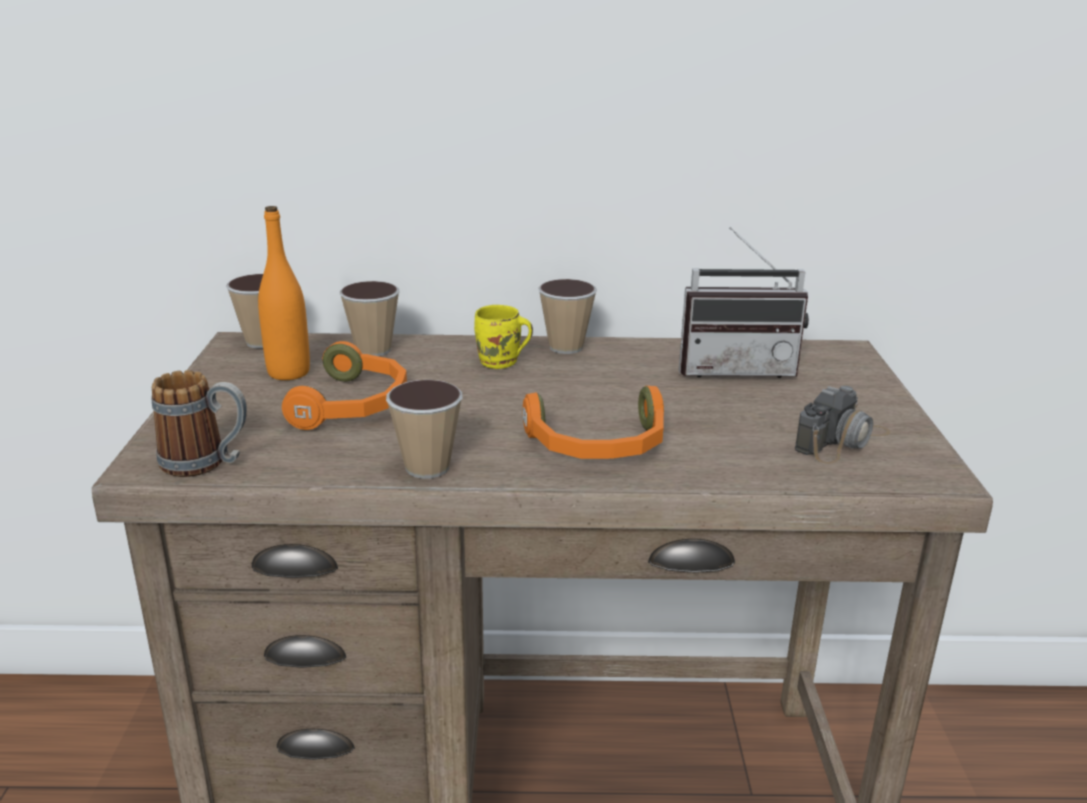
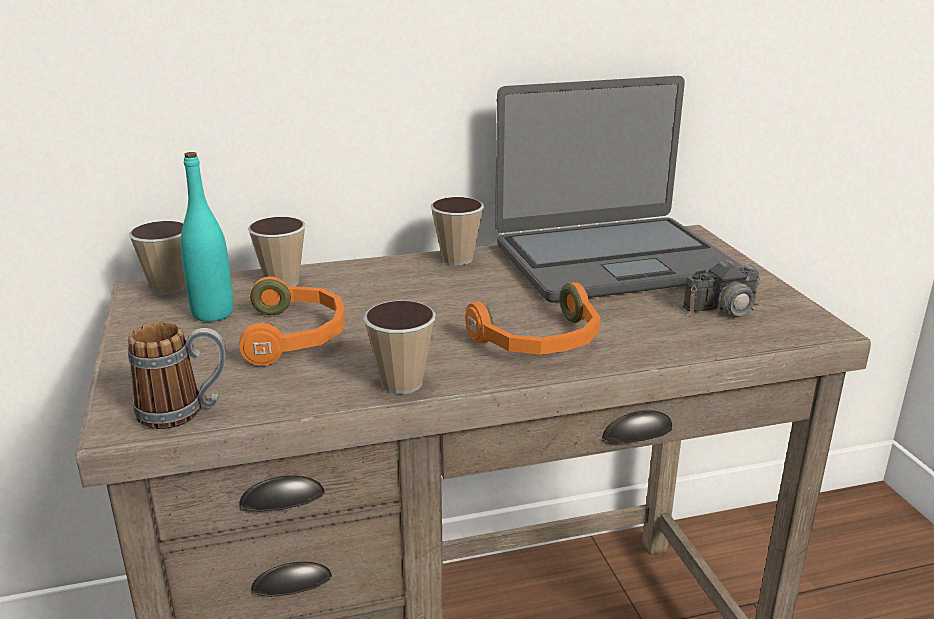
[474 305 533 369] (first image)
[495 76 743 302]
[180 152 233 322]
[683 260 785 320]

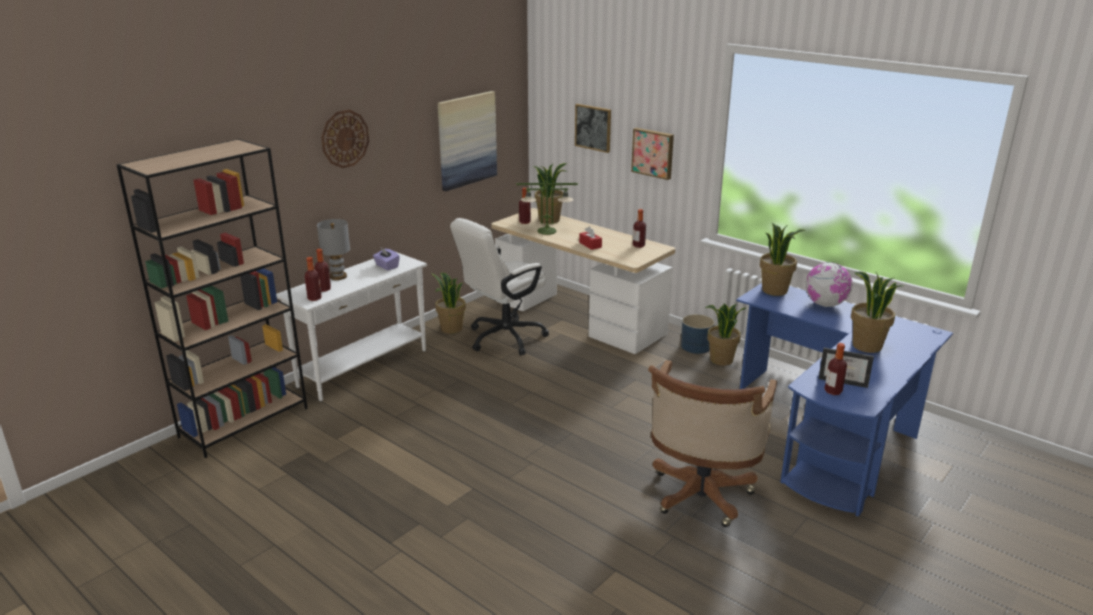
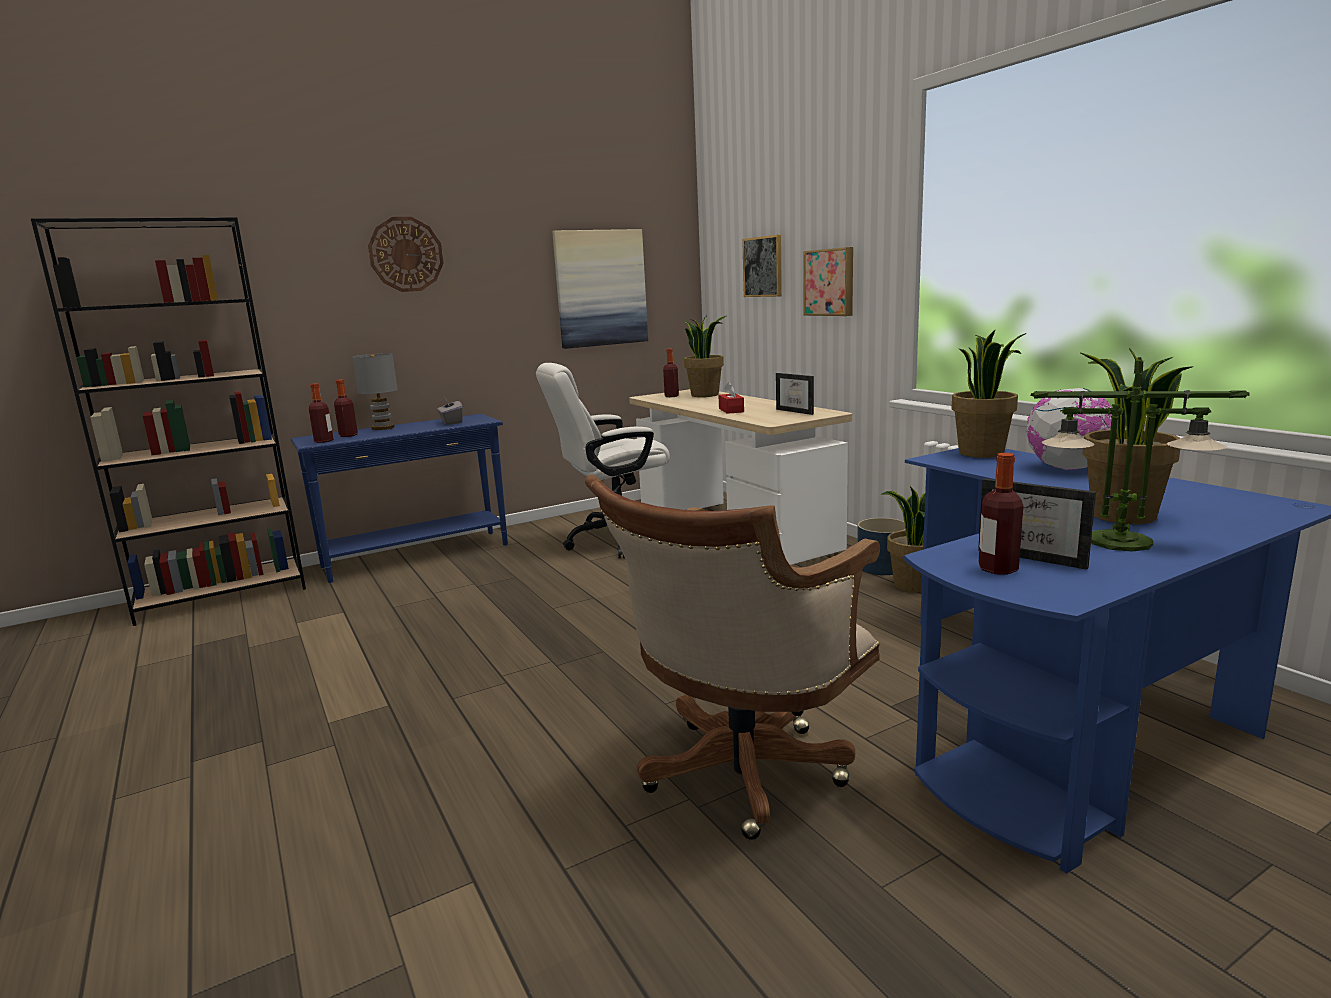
[432 273 466 334] (first image)
[1031 357 1250 552]
[776 373 814 415]
[291 414 508 584]
[437 396 463 425]

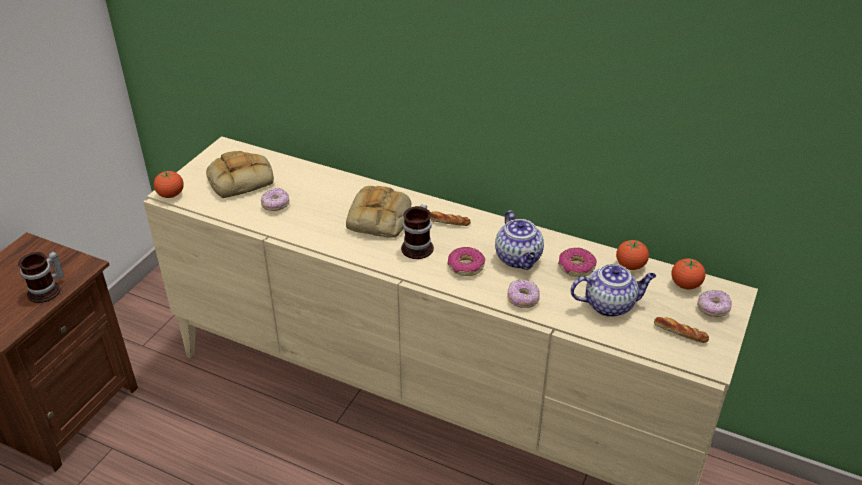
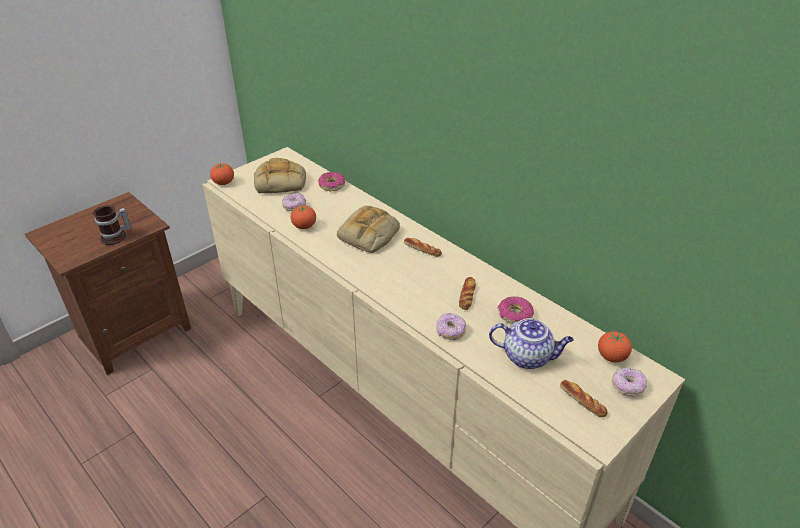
[401 205 434 259] (first image)
[318 172 345 191]
[291 205 316 229]
[459 277 476 310]

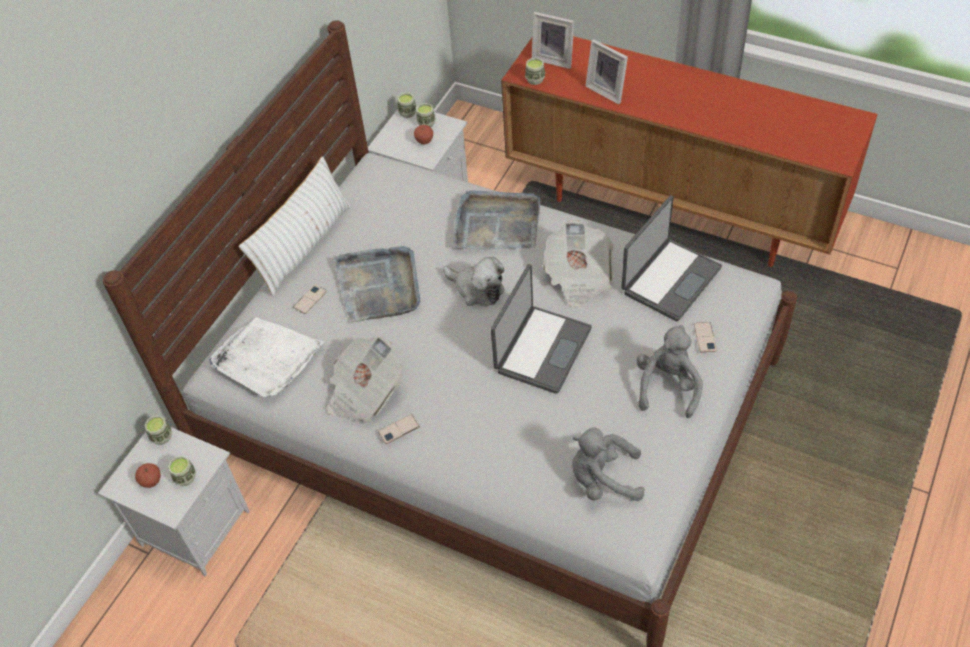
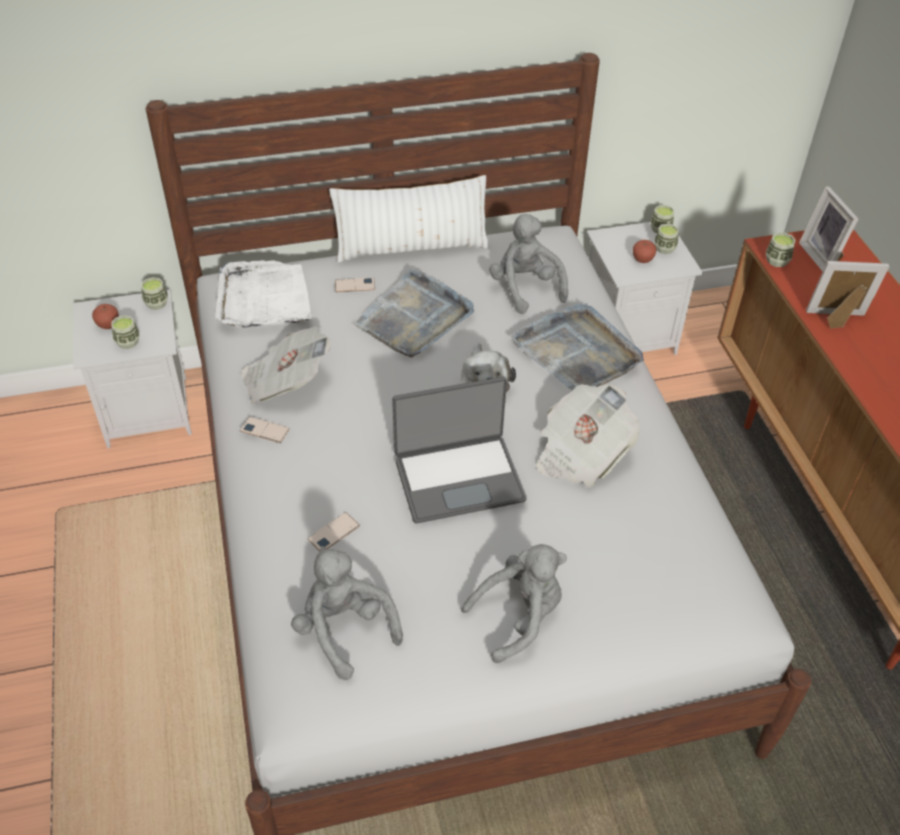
[621 195 722 321] (first image)
[489 214 568 314]
[307 512 360 551]
[806 261 889 329]

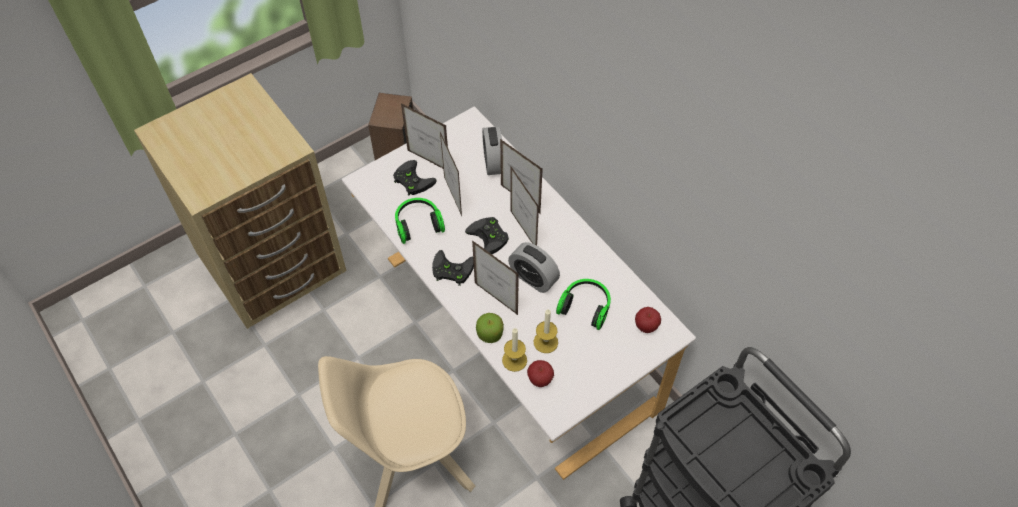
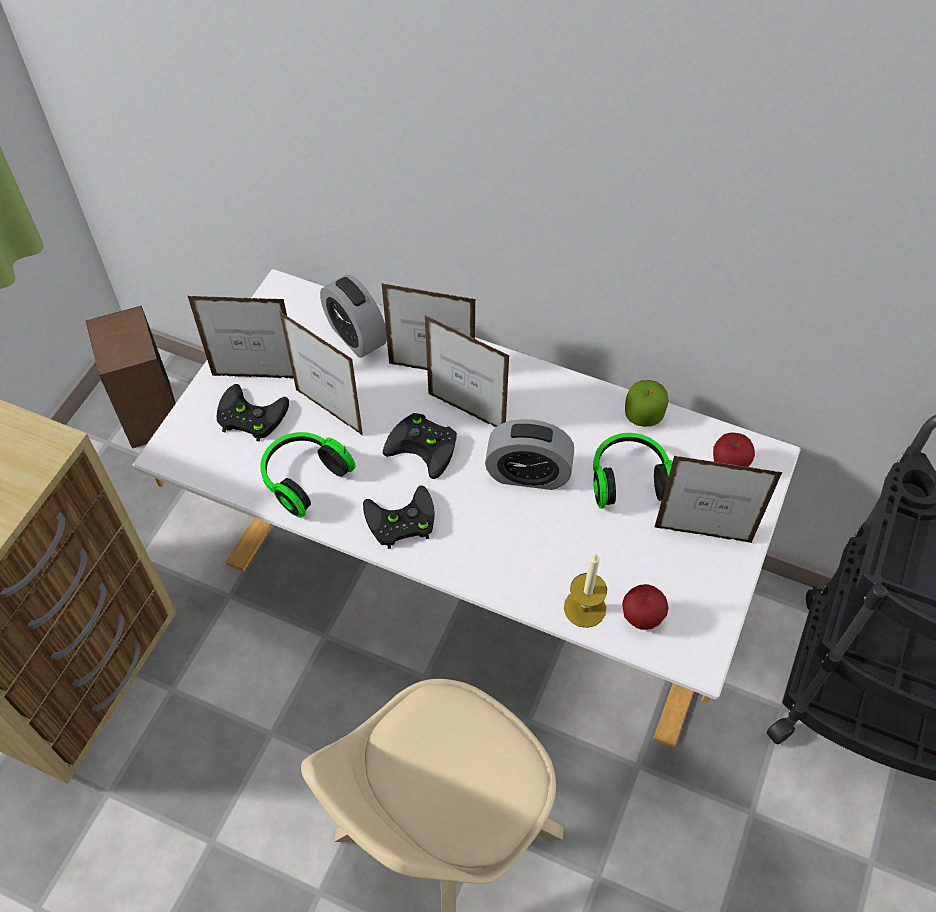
[533 309 558 353] (first image)
[655 456 783 543]
[625 380 669 427]

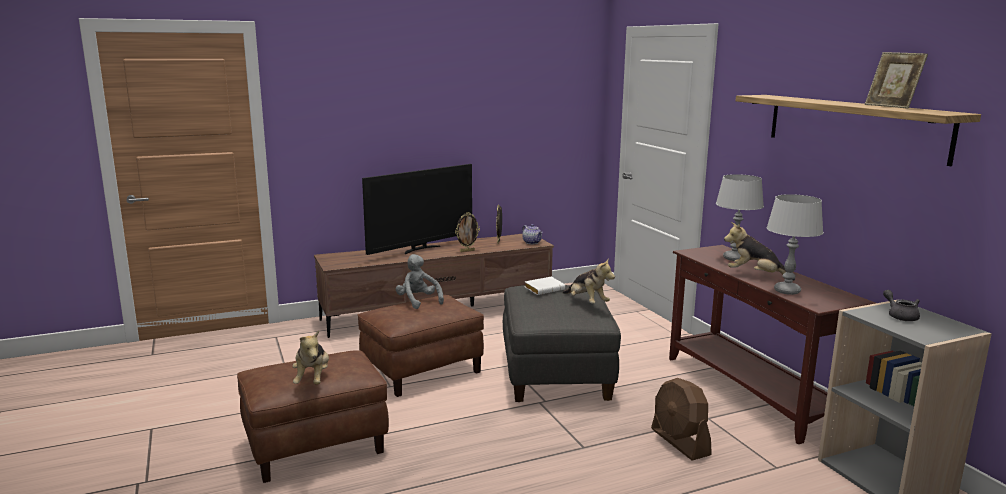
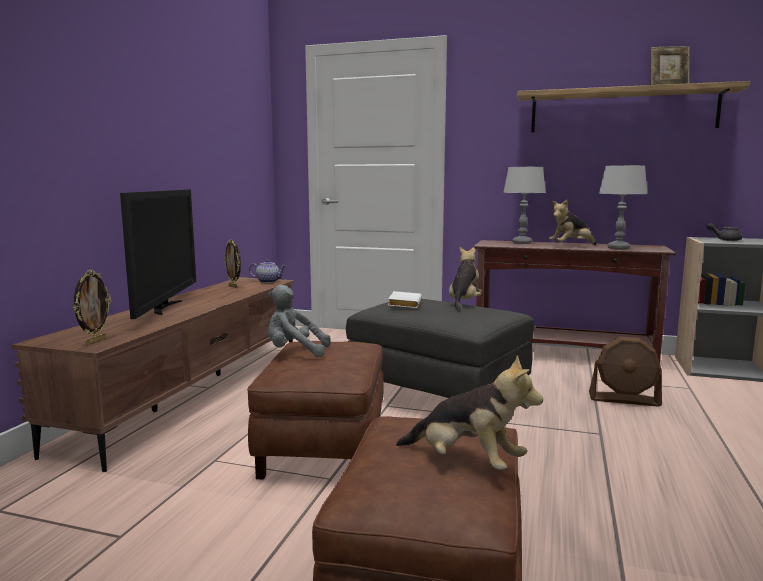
[74 270 111 345]
[449 246 482 311]

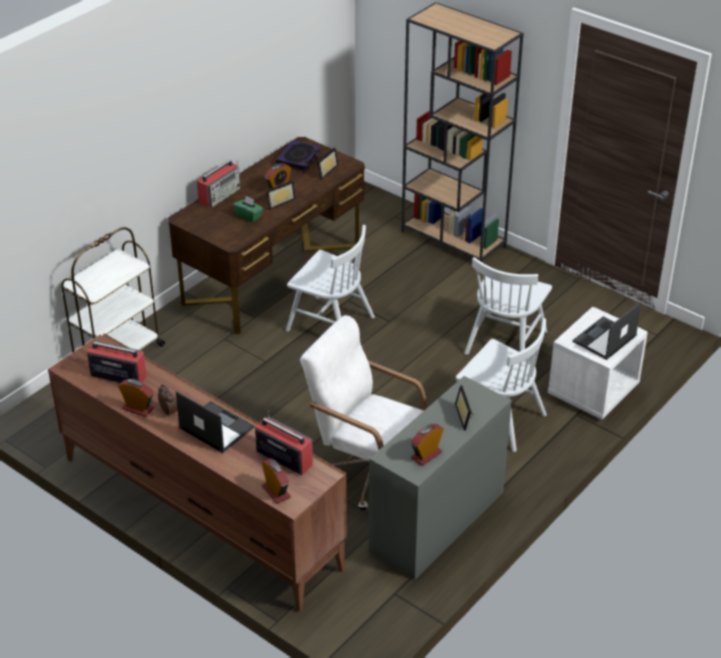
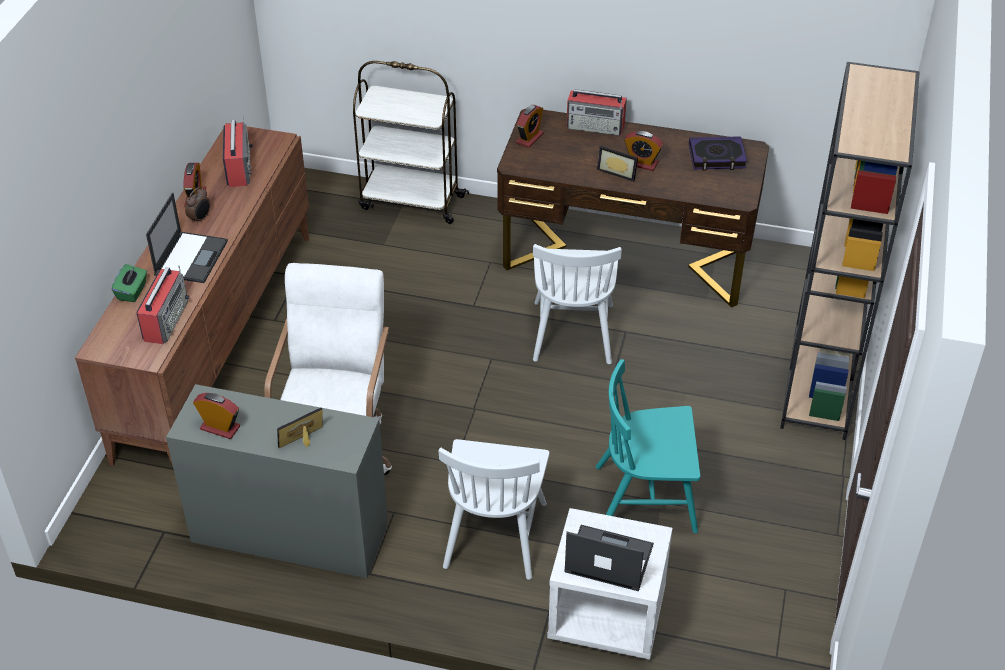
[317 148 339 180] (first image)
[112 264 147 302]
[516 105 544 148]
[596 359 700 533]

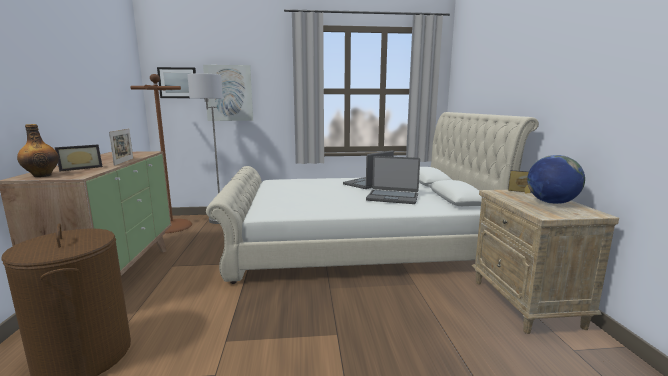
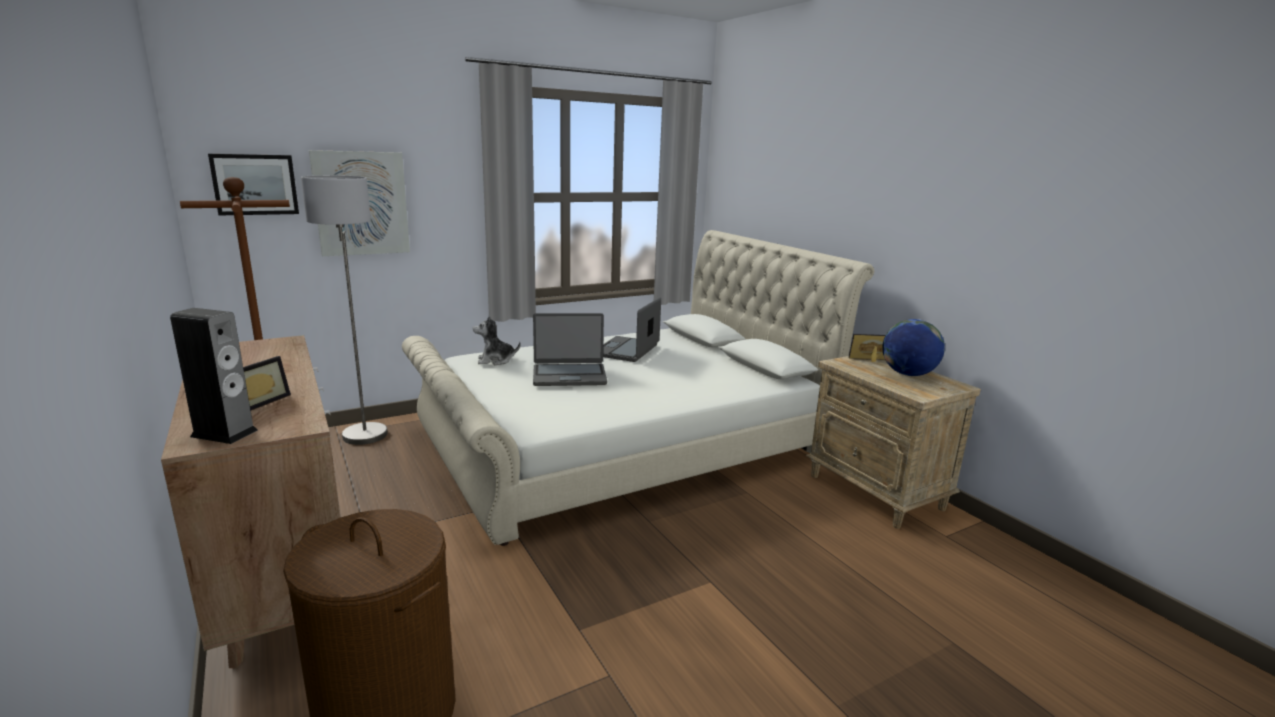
[109 128 133 166] (first image)
[473 316 521 365]
[533 313 607 386]
[170 308 258 444]

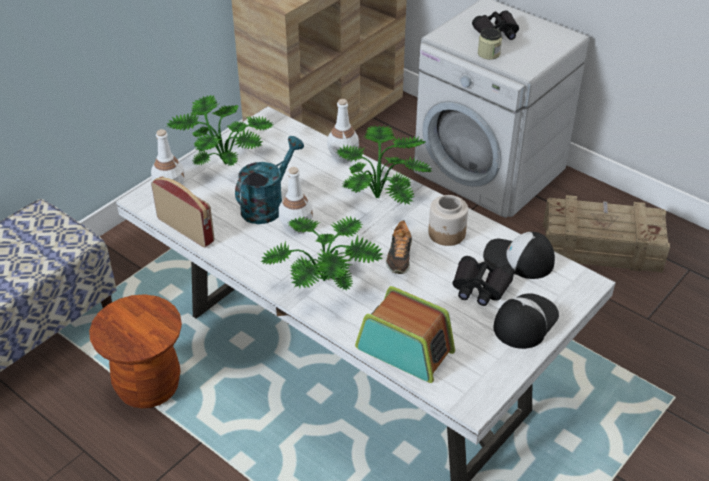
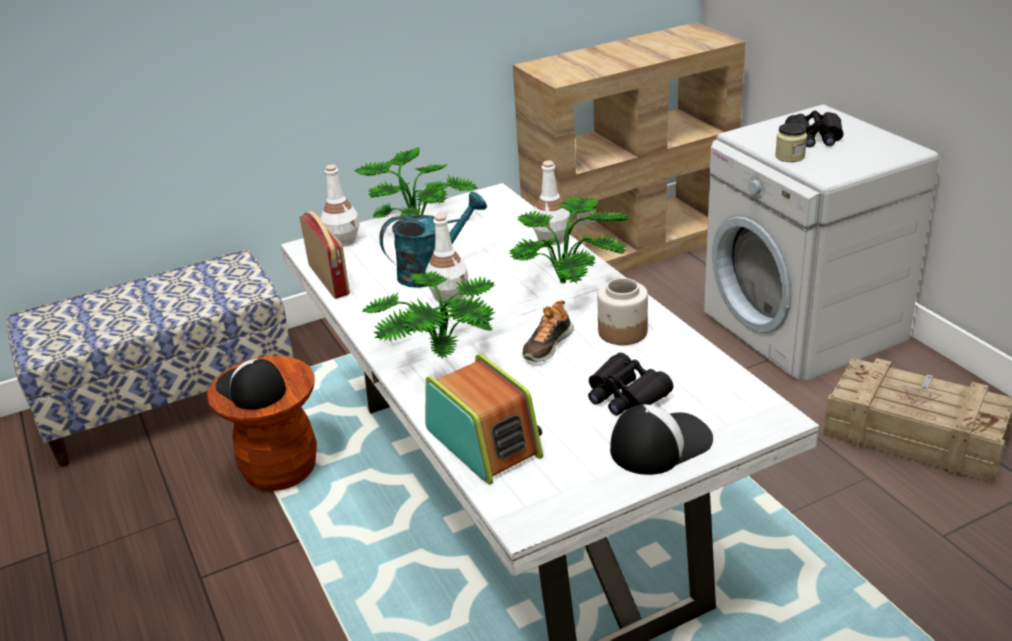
[216 359 286 410]

